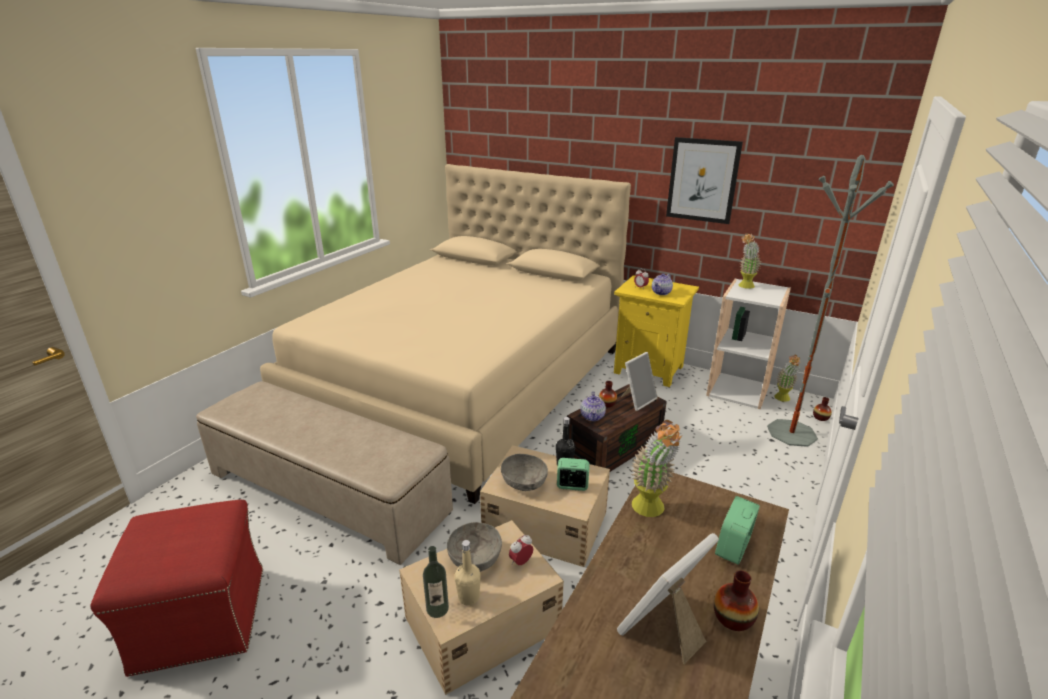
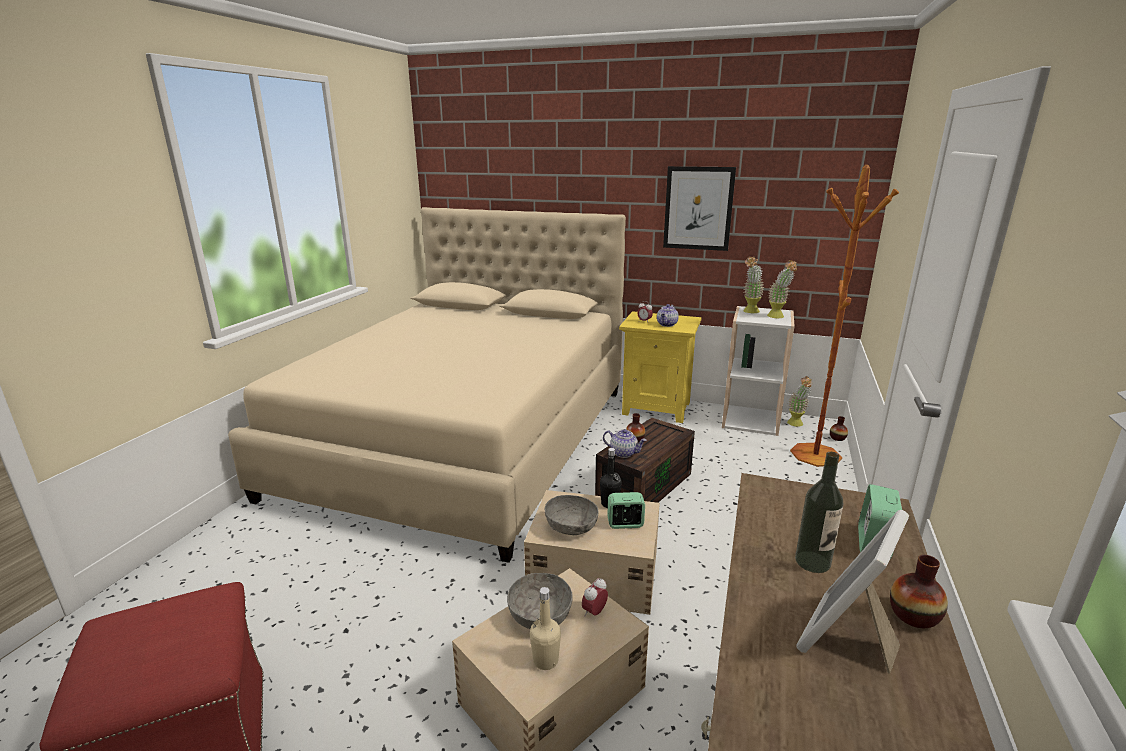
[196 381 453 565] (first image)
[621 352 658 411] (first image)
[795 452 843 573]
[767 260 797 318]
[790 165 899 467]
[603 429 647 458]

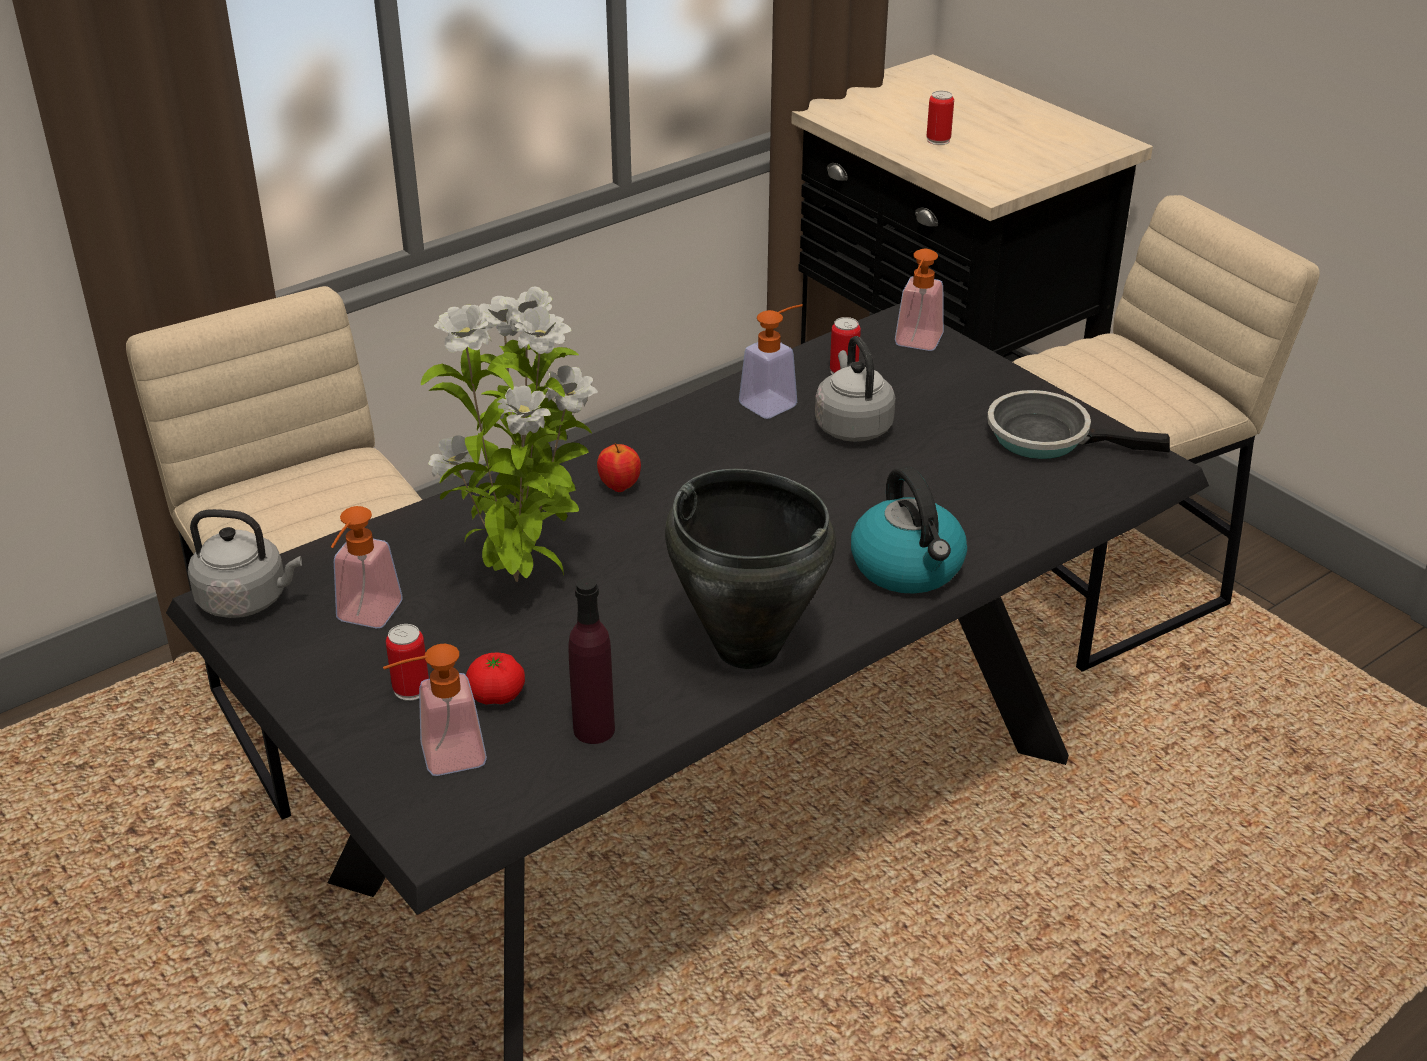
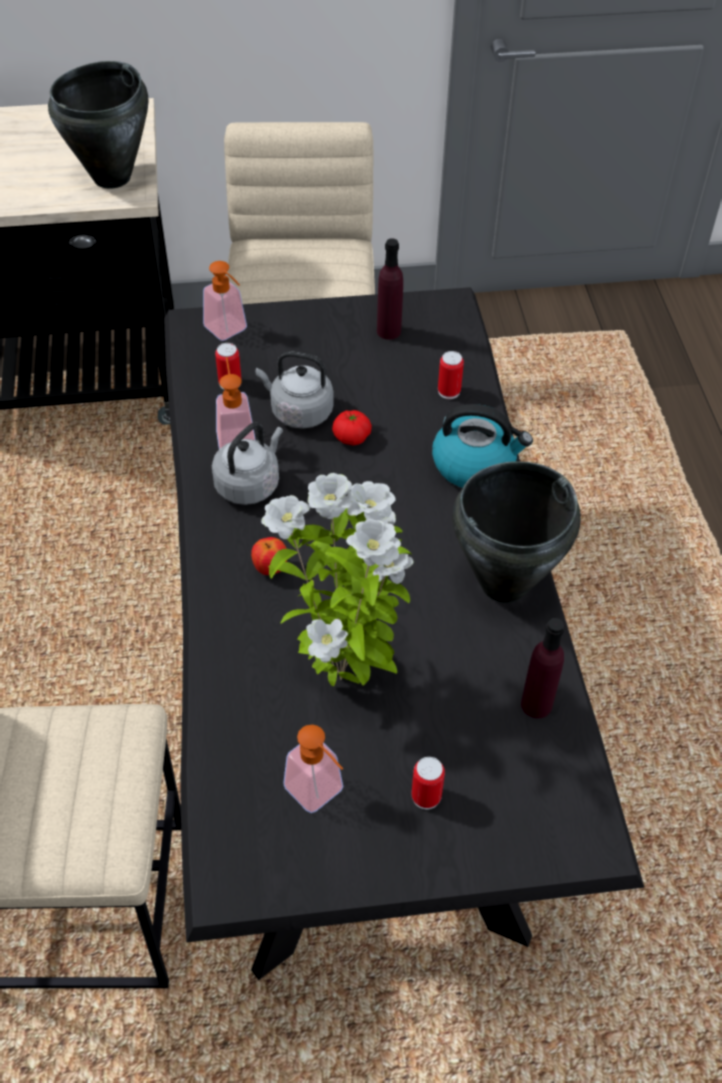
[383 644 487 776] (first image)
[48 61 148 189]
[212 423 283 505]
[332 410 372 446]
[438 351 464 399]
[377 238 403 340]

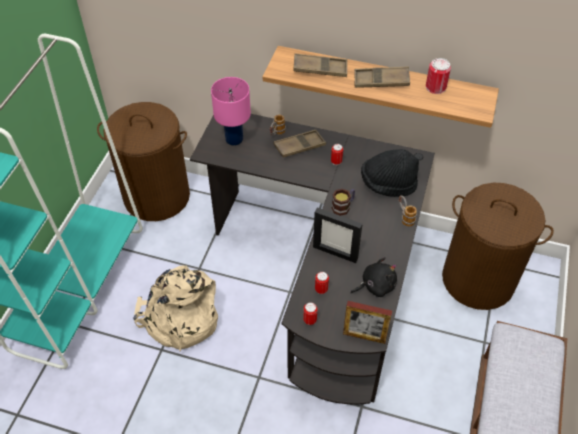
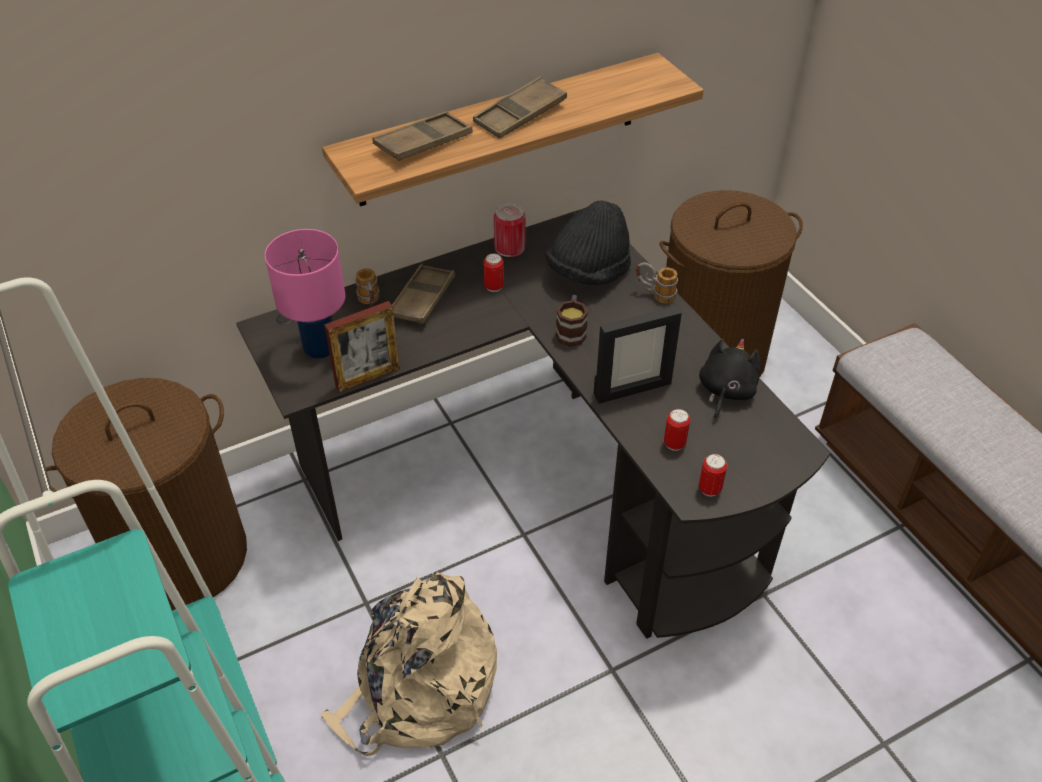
[324 301 400 392]
[494 203 526 257]

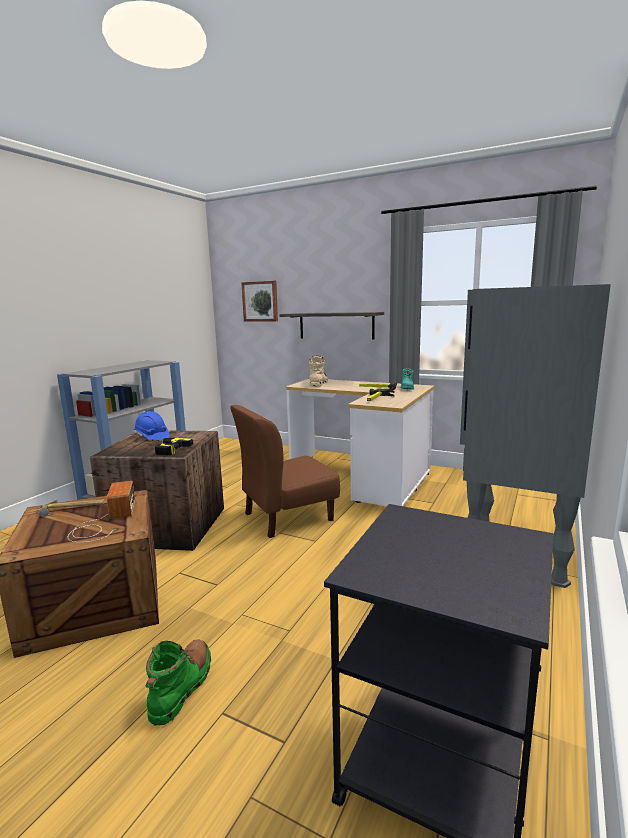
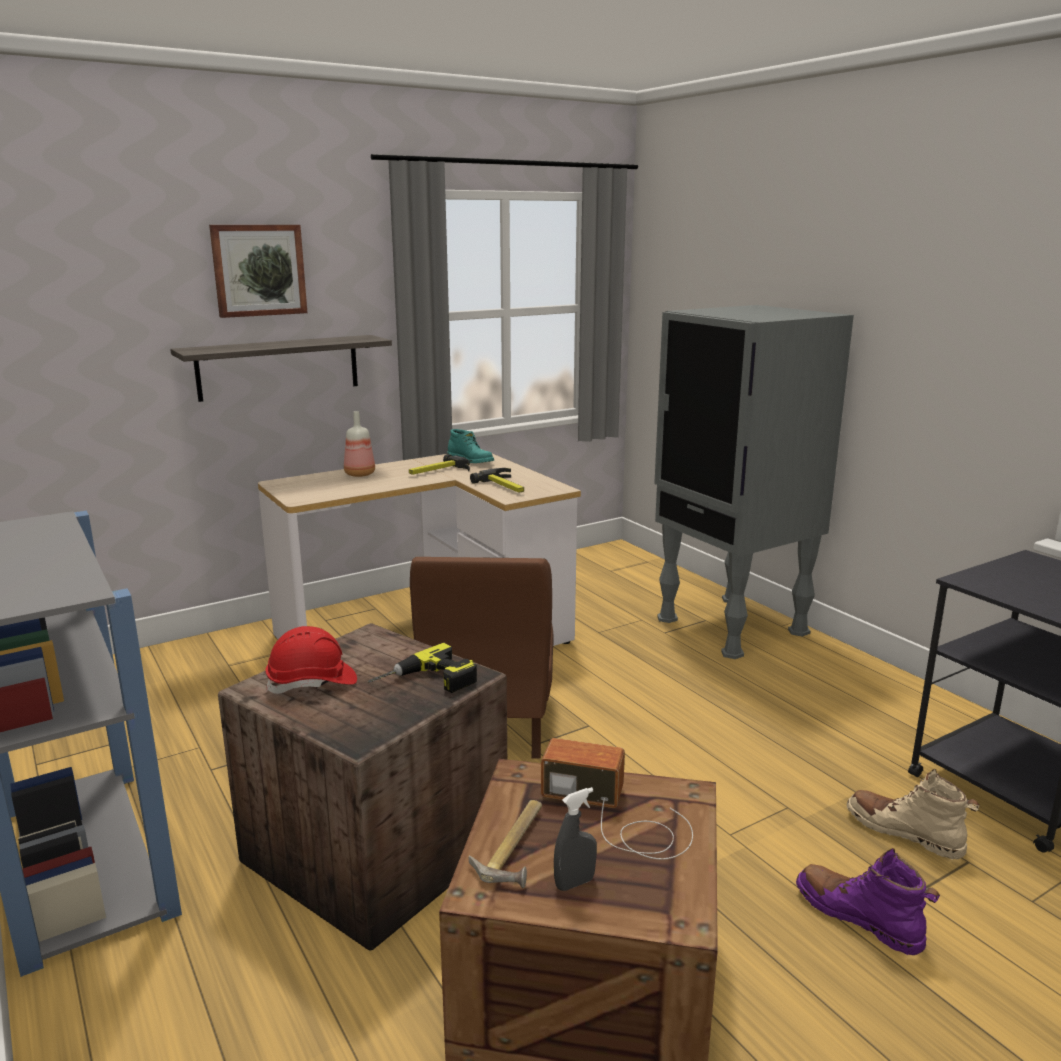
[344 411 375 477]
[554 787 597 891]
[209 225 307 318]
[847 769 980 859]
[265 626 357 694]
[796 848 940 955]

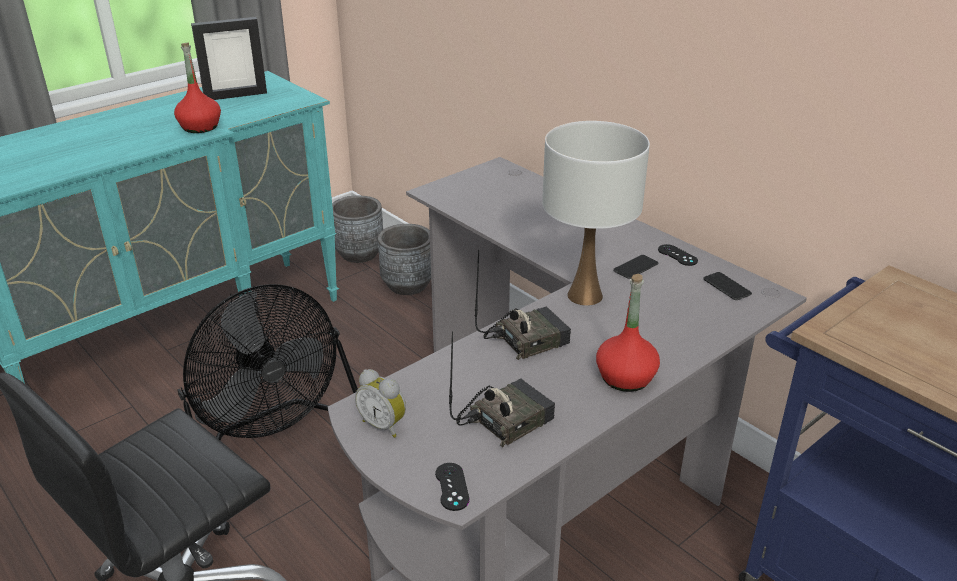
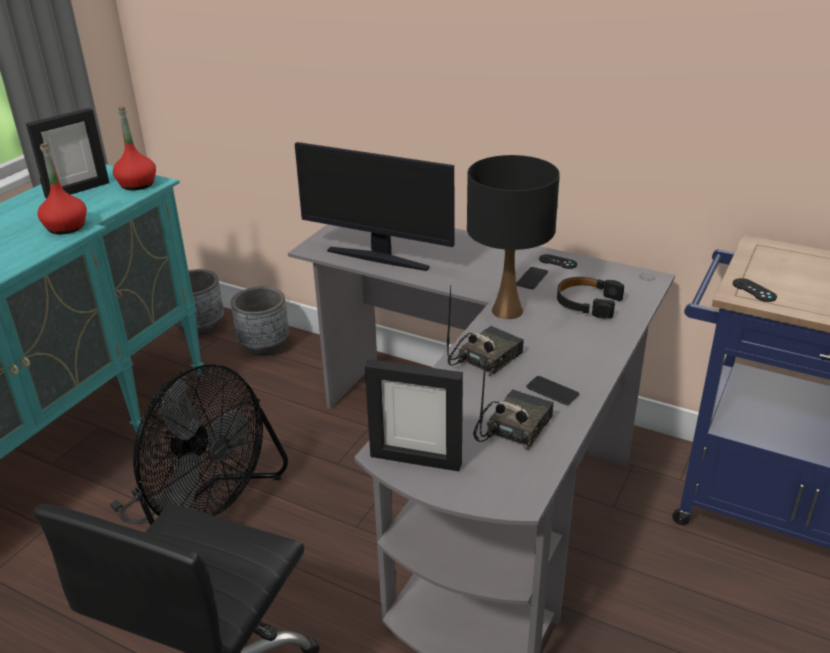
[295 142 454 271]
[557 277 624 319]
[733 278 777 302]
[113 106 156 190]
[526 376 579 405]
[365 359 463 471]
[467 155 560 319]

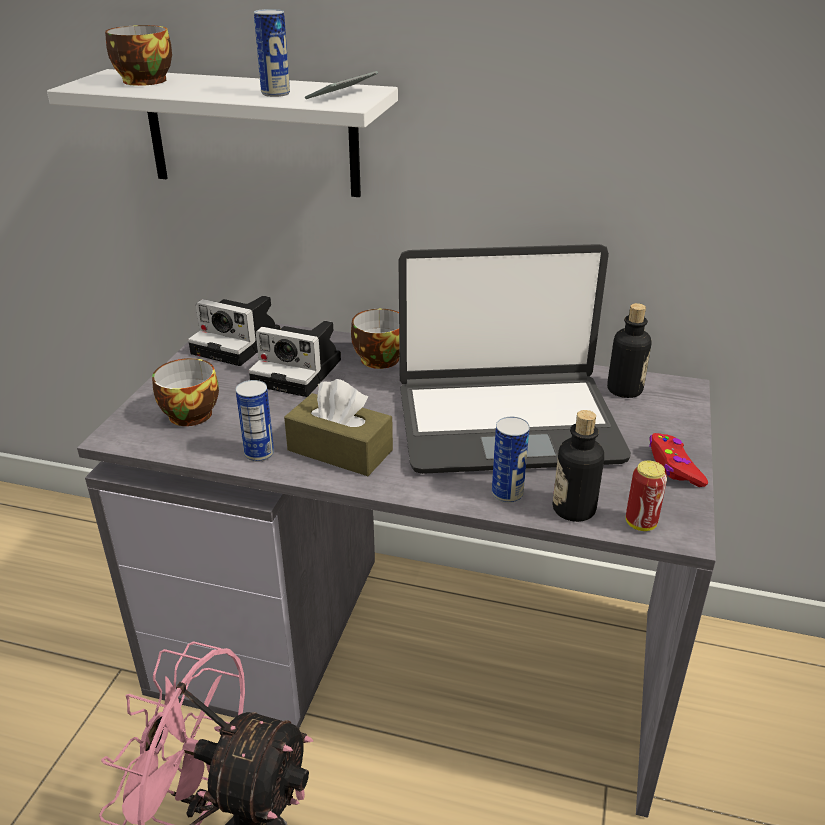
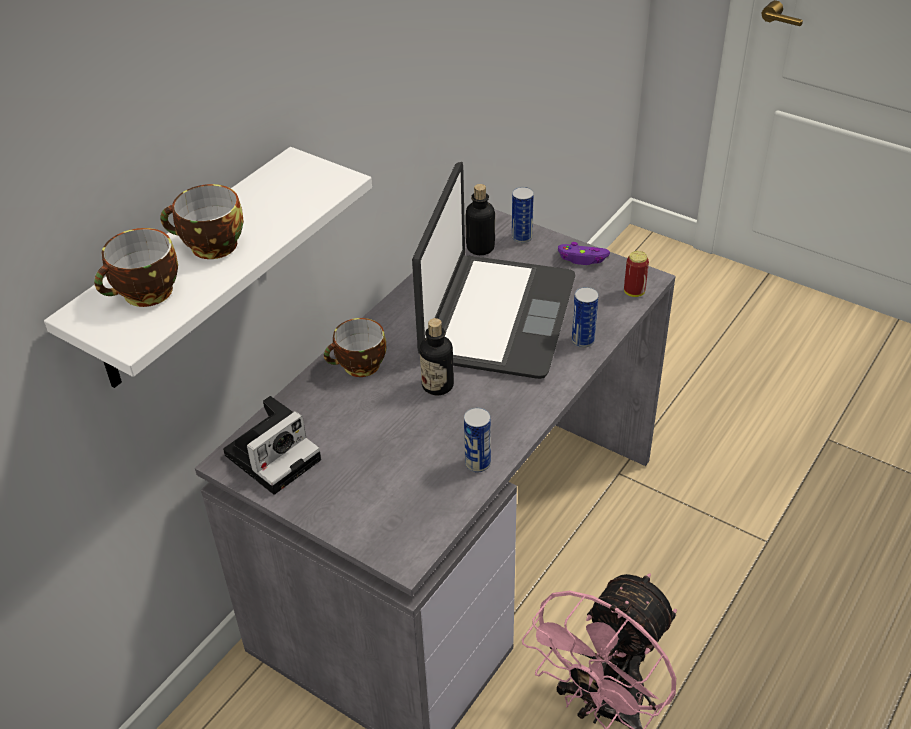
[249 321 341 397] (first image)
[284 379 393 476] (first image)
[305 71 378 99] (first image)
[160 184 244 259]
[512 187 534 243]
[420 318 454 395]
[558 242 610 265]

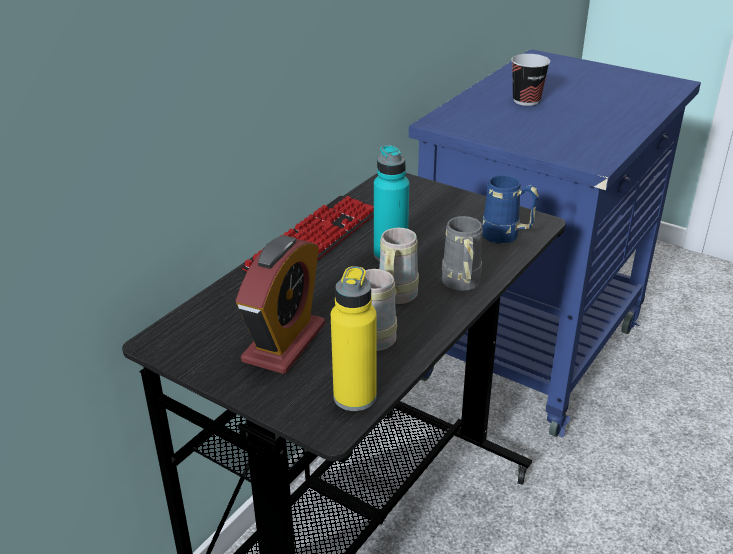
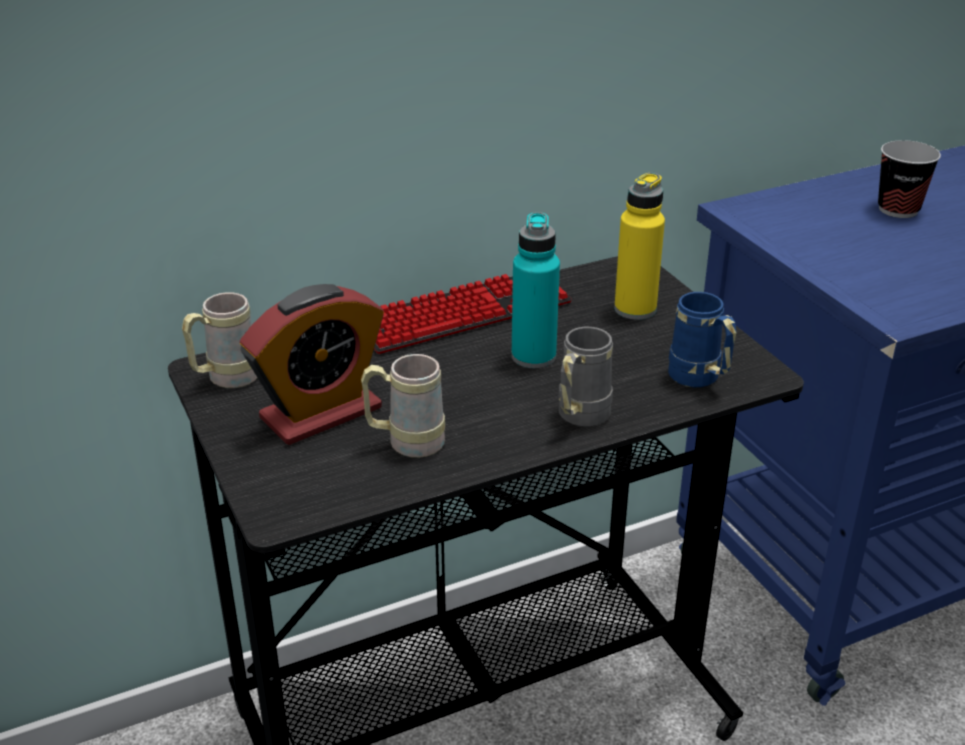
[614 173 665 320]
[182 292 257 388]

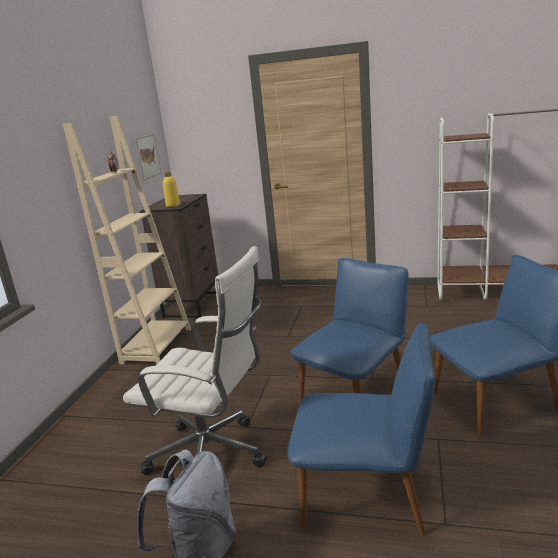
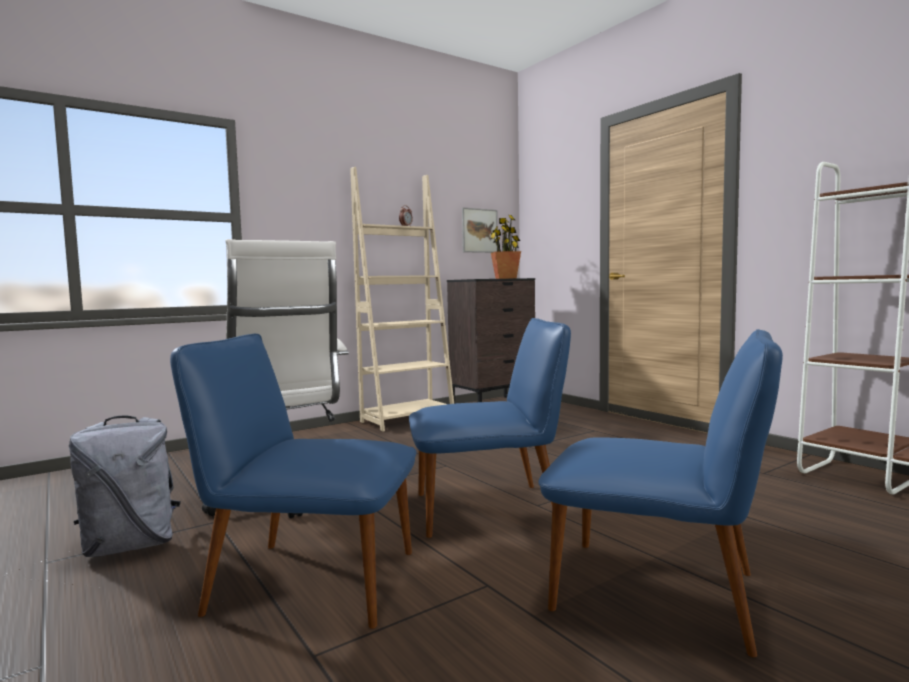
[163 172 180 207] (first image)
[490 215 521 279]
[170 334 416 629]

